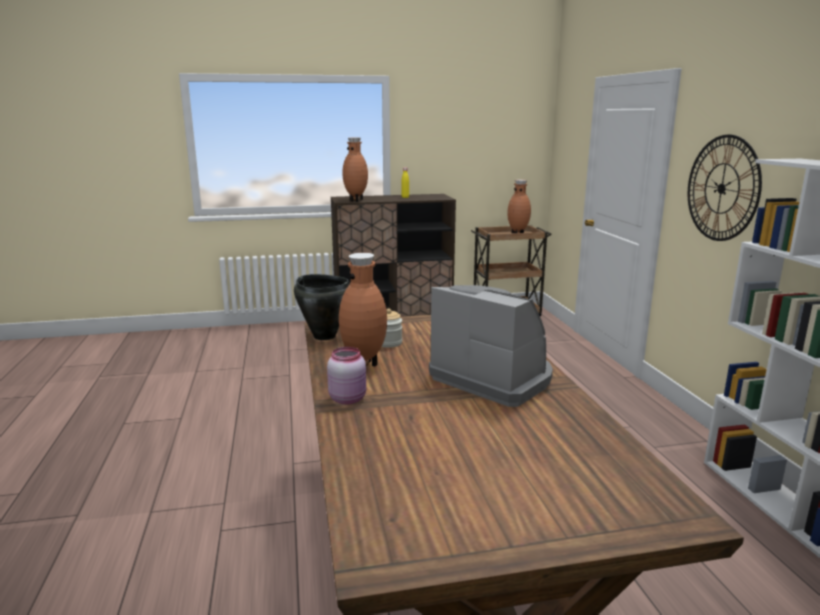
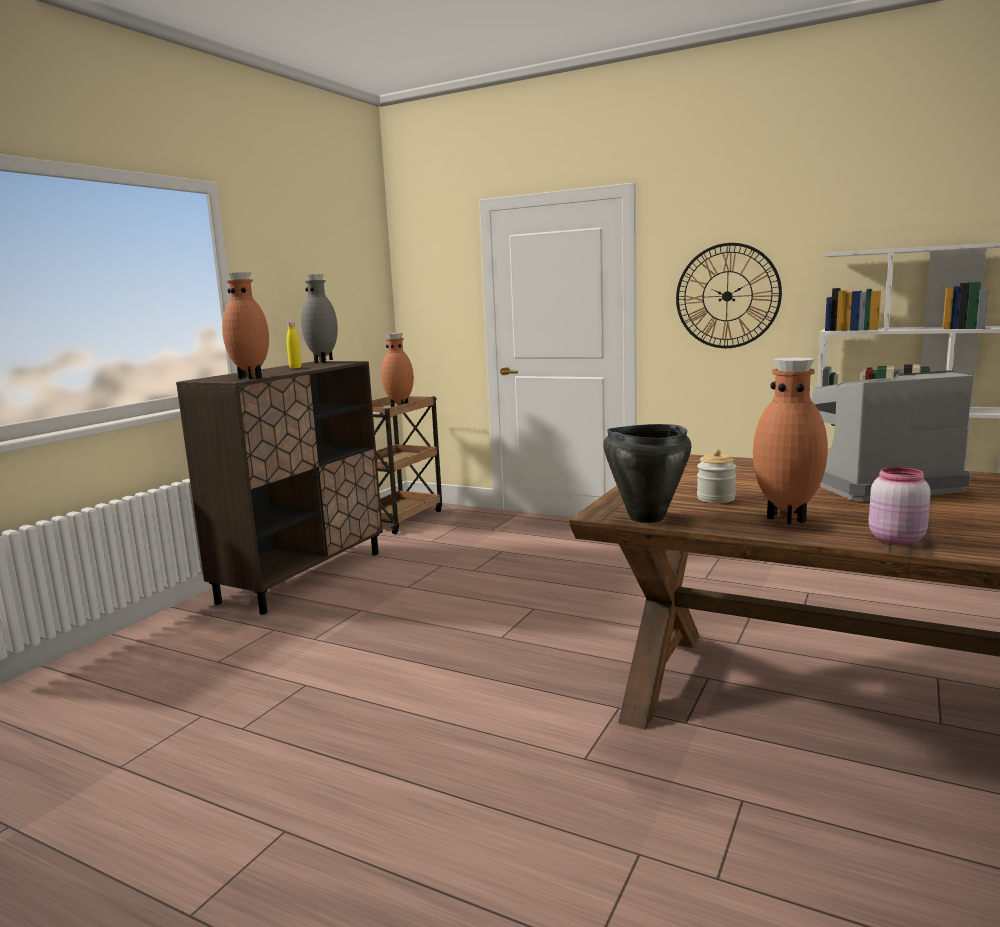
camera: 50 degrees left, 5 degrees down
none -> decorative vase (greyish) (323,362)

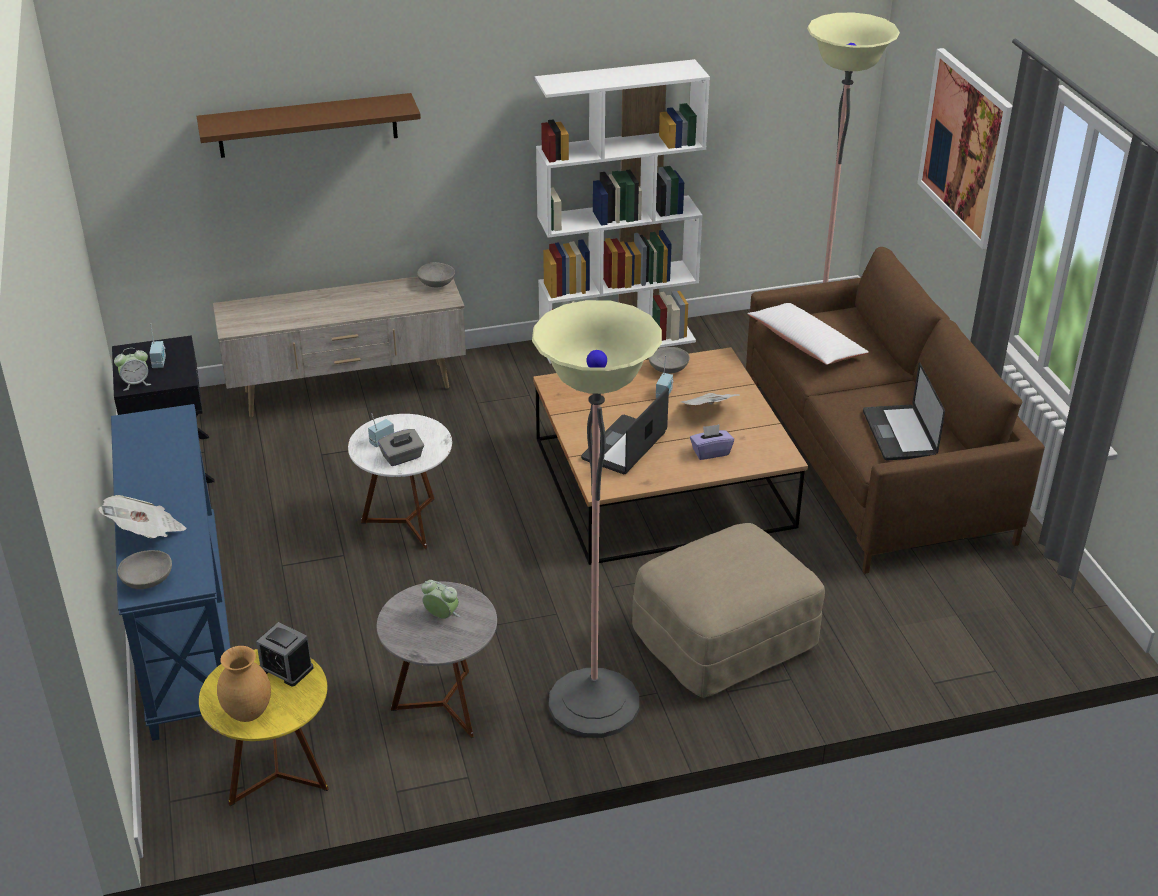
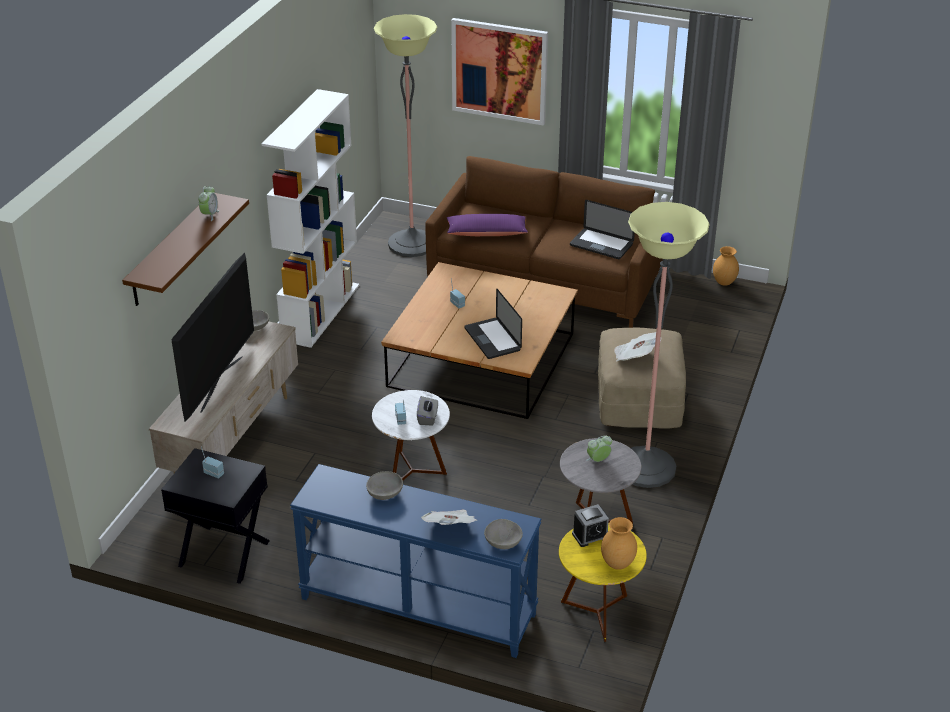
camera: 55 degrees left, 0 degrees up
none -> television (220,383)
bedside clock (136,383) -> bedside clock (209,215), relocated
serving bowl (greyish) (668,369) -> serving bowl (greyish) (385,493), relocated
throw pillow (whitish) (806,344) -> throw pillow (purplish) (486,233)
printed paper (709,412) -> printed paper (635,356), relocated
none -> decorative vase (brown) (724,283)
box of tissues (purplish) (710,452) -> none

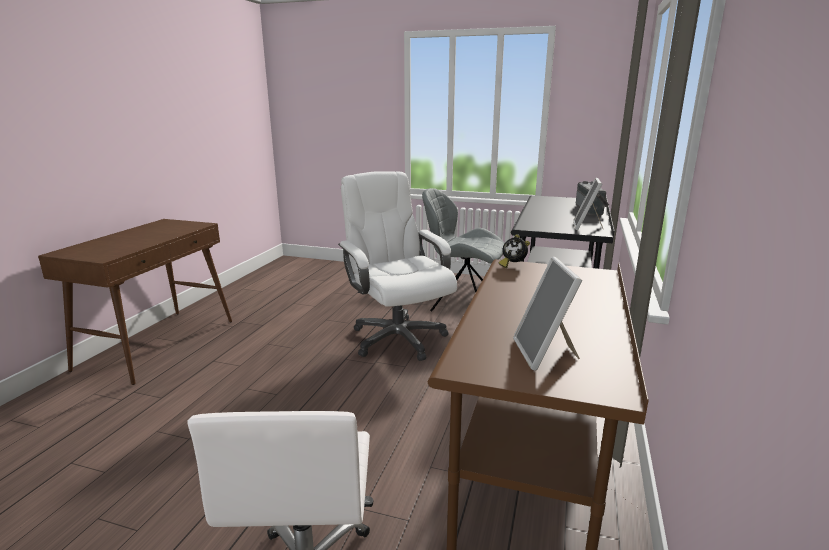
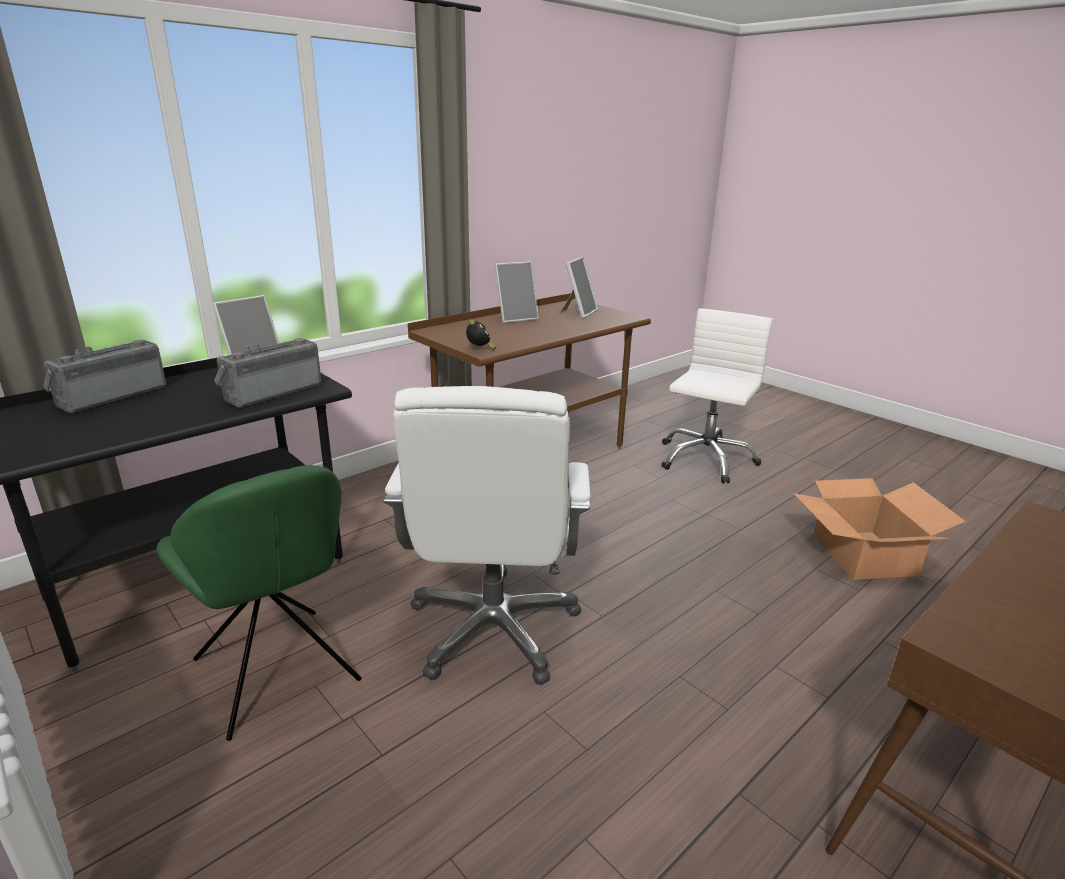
camera: 150 degrees left, 5 degrees up
upright chair (greyish) (462,305) -> upright chair (greenish) (278,674)
none -> radio set (272,392)
none -> standing frame (516,318)
none -> carton (862,555)

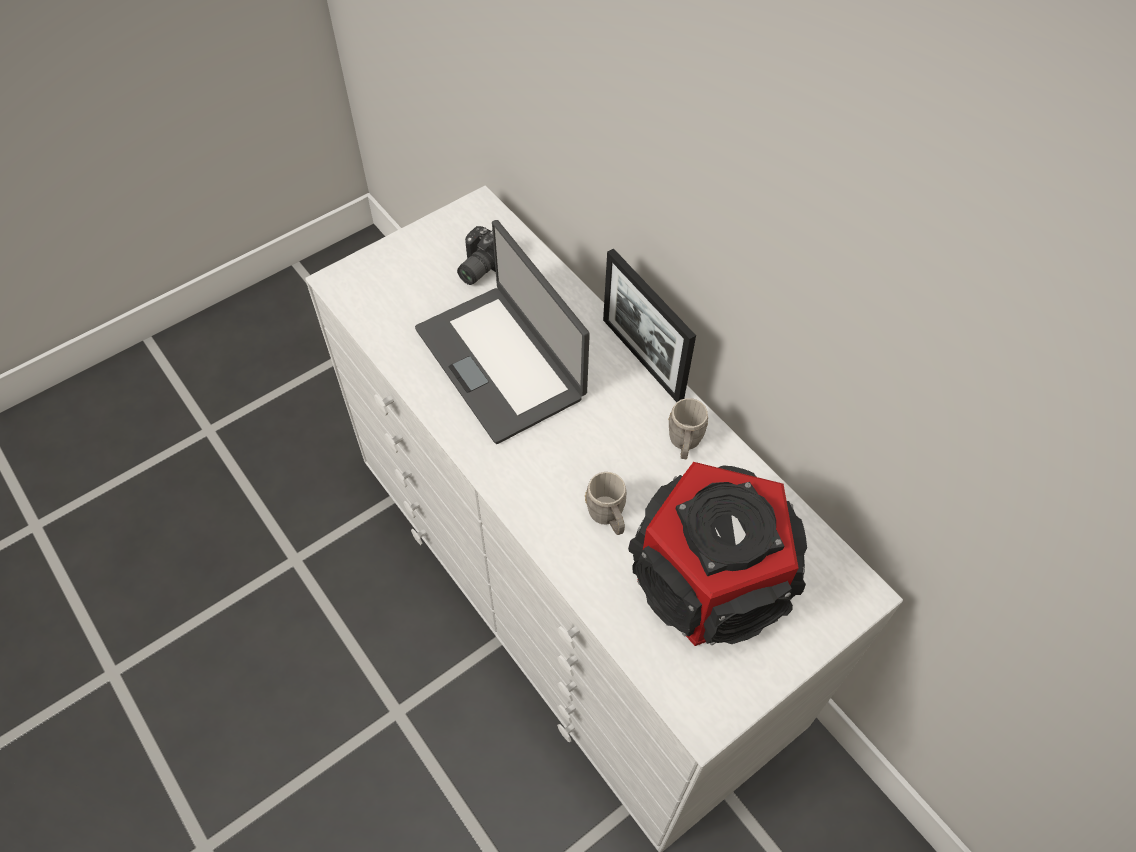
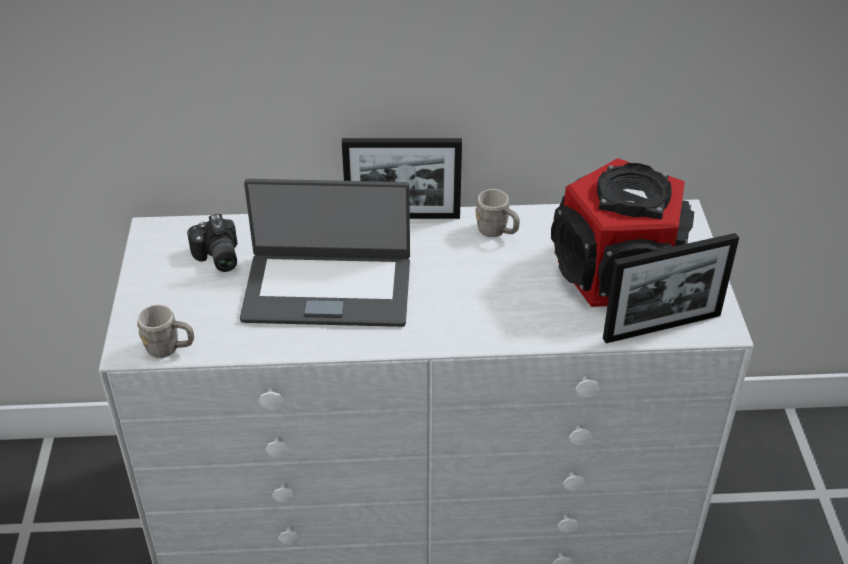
camera: 55 degrees left, 15 degrees down
mug (greyish) (608,517) -> mug (greyish) (169,348), relocated
none -> standing frame (662,327)

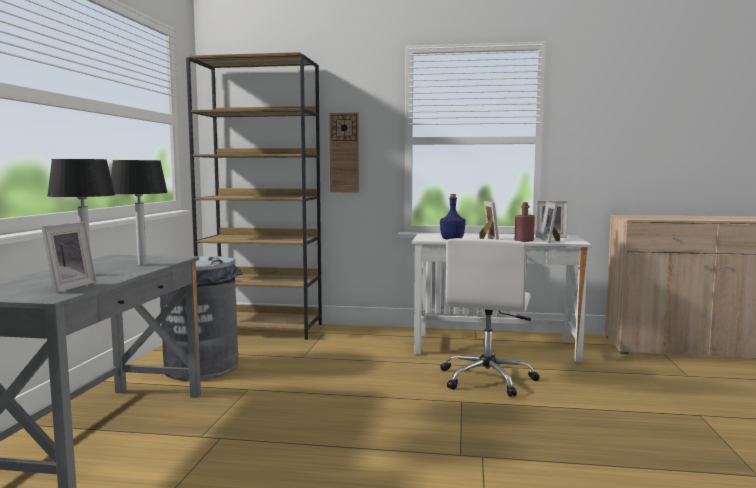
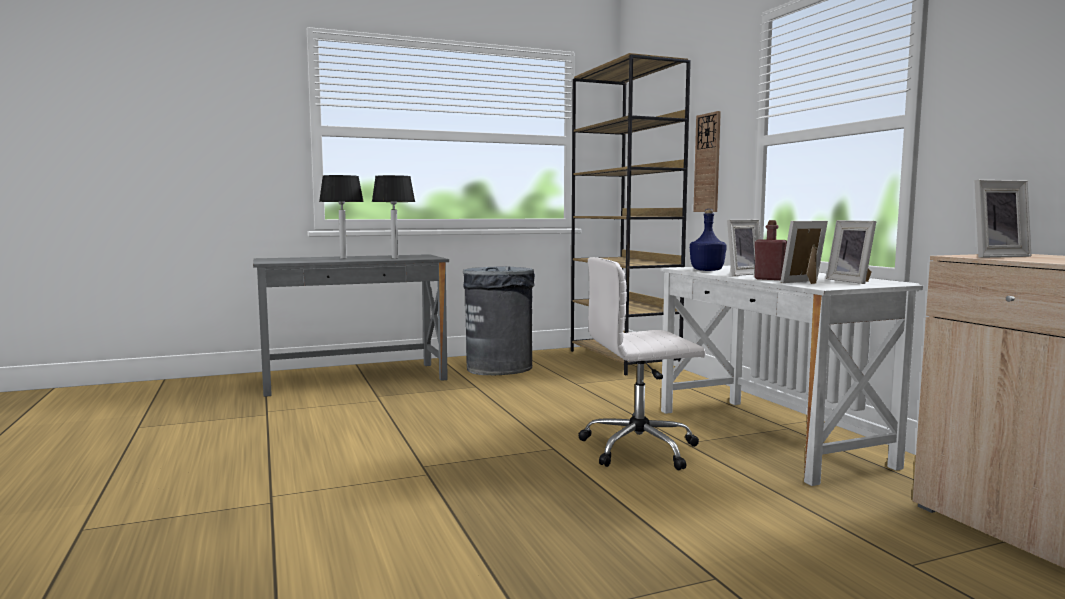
camera: 60 degrees right, 0 degrees up
standing frame (67,287) -> standing frame (994,256), relocated

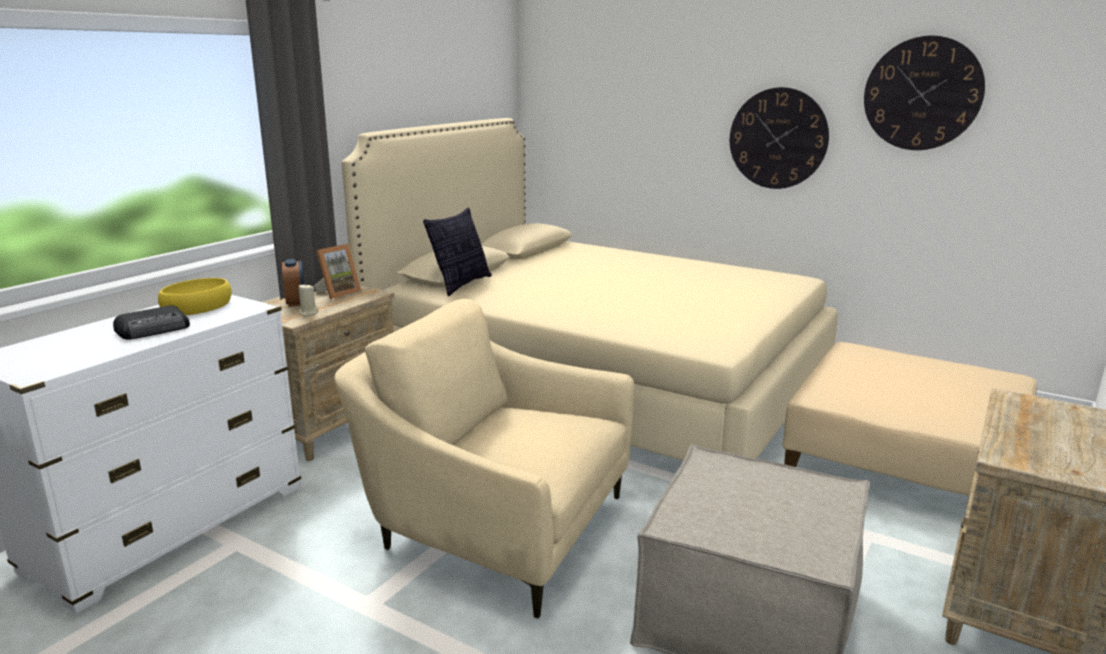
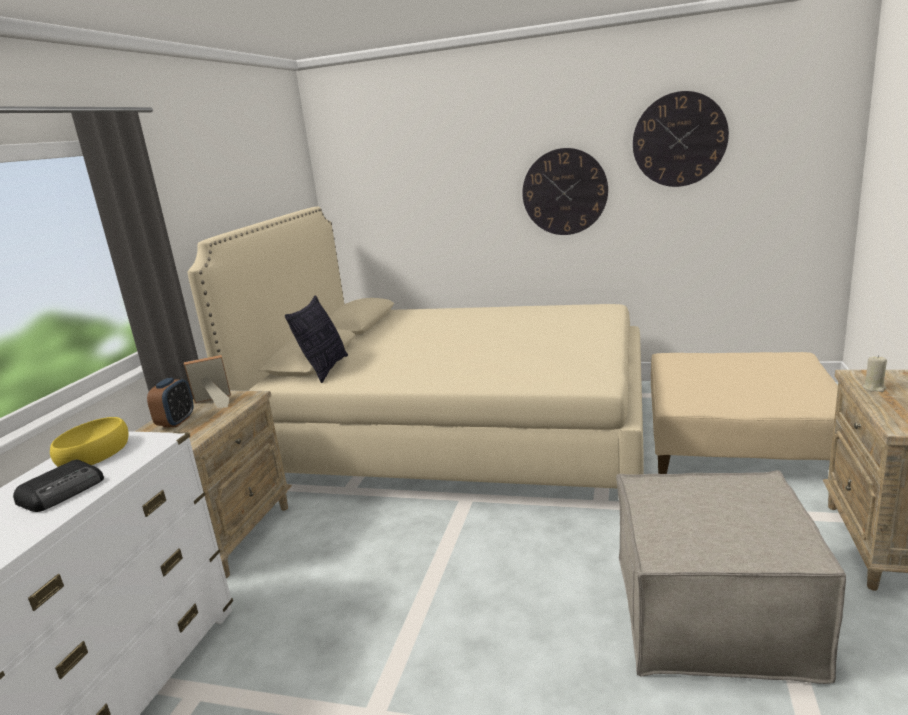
camera: 15 degrees left, 0 degrees up
bedside clock (296,302) -> bedside clock (176,422), 45 degrees clockwise
standing frame (338,293) -> standing frame (213,403), 135 degrees counterclockwise
wax candle (beige) (308,313) -> wax candle (beige) (874,388), relocated
easy chair (beige) (494,526) -> none

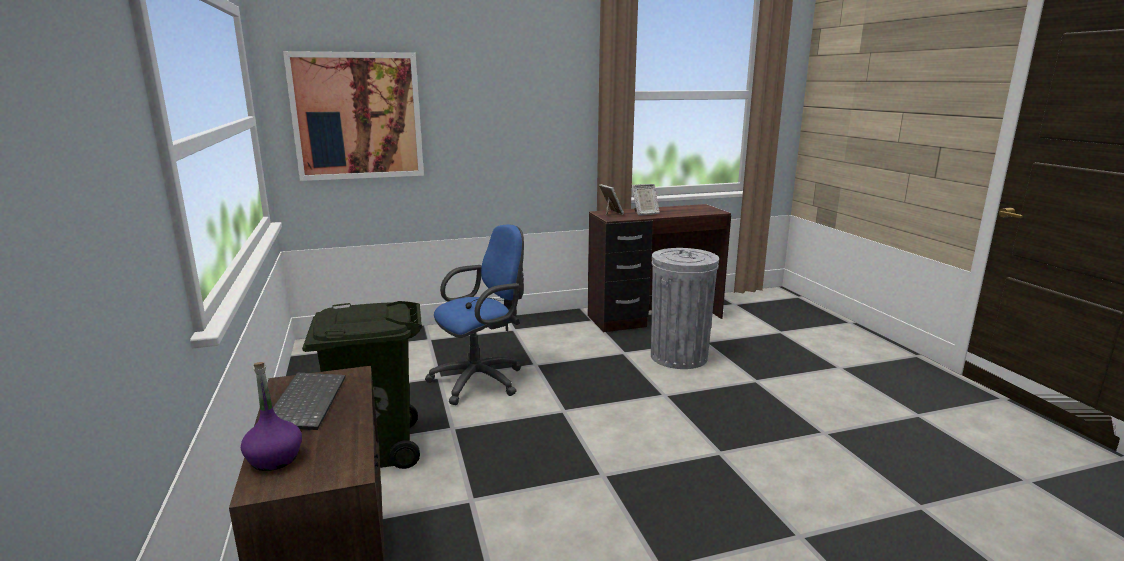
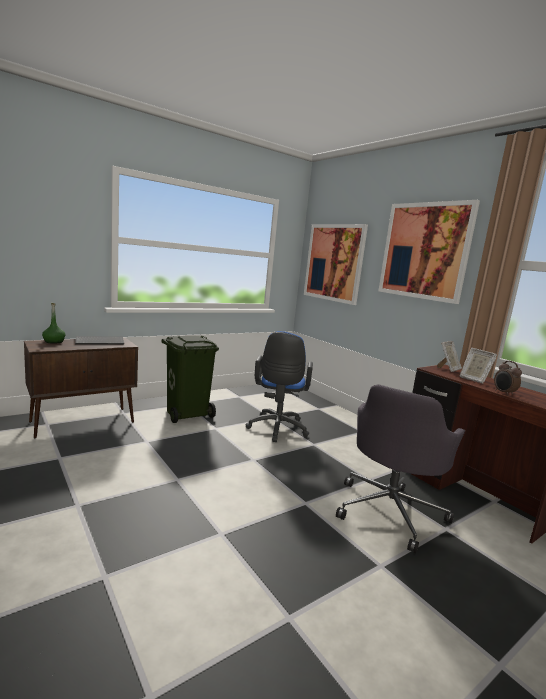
camera: 70 degrees right, 5 degrees down
beverage bottle (purplish) (274,459) -> beverage bottle (greenish) (54,341)
computer chair (blue) (482,380) -> computer chair (blue) (277,429), 60 degrees clockwise
waste bin (greyish) (678,356) -> computer chair (greyish) (390,510)
none -> picture (424,251)
none -> bedside clock (503,393)

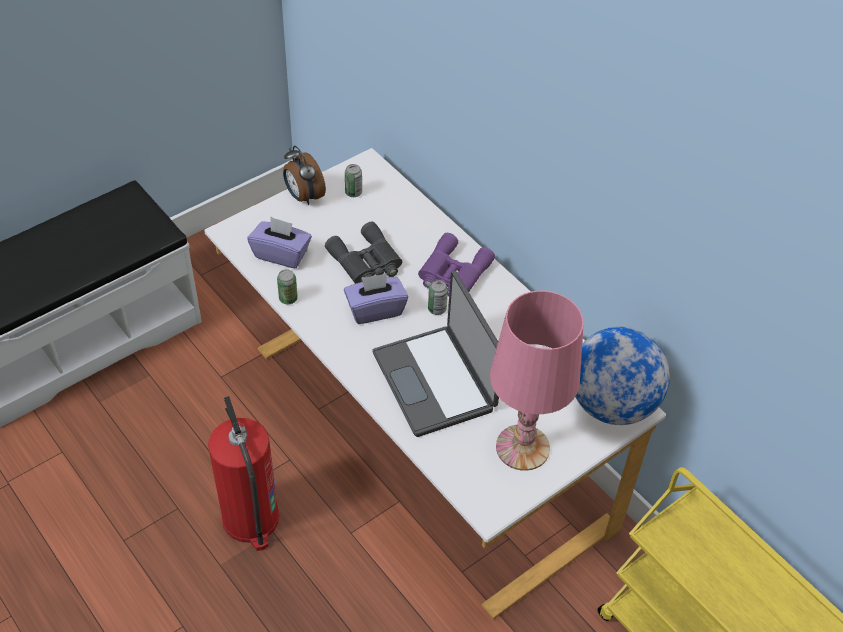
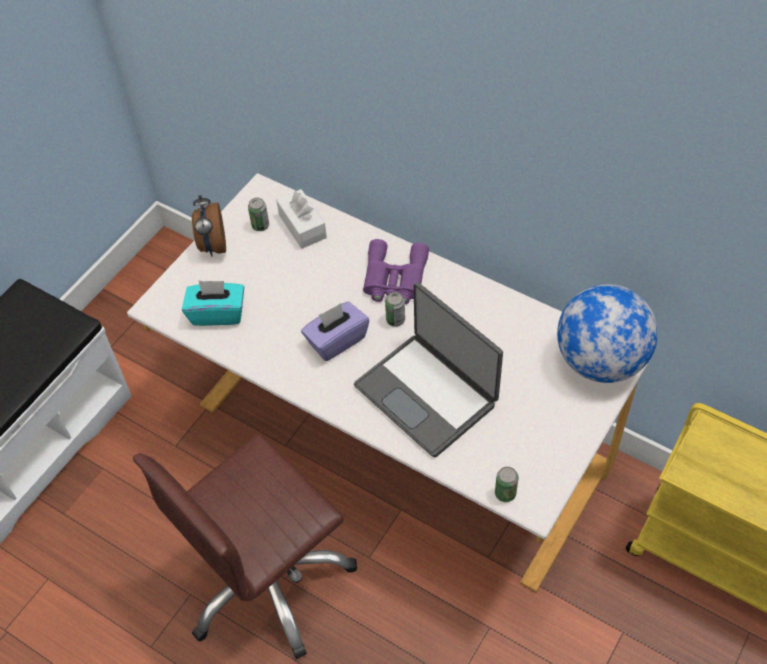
camera: 15 degrees left, 5 degrees up
extinguisher (251,519) -> computer chair (brown) (267,579)
box of tissues (purplish) (281,254) -> box of tissues (blue-green) (217,313)
bedside clock (303,196) -> bedside clock (212,245), 45 degrees clockwise
none -> box of tissues (whitish) (302,226)
metal can (288,298) -> metal can (505,493), relocated
field glasses (greyish) (366,262) -> none
tabletop lamp (pink-coloured) (522,447) -> none

